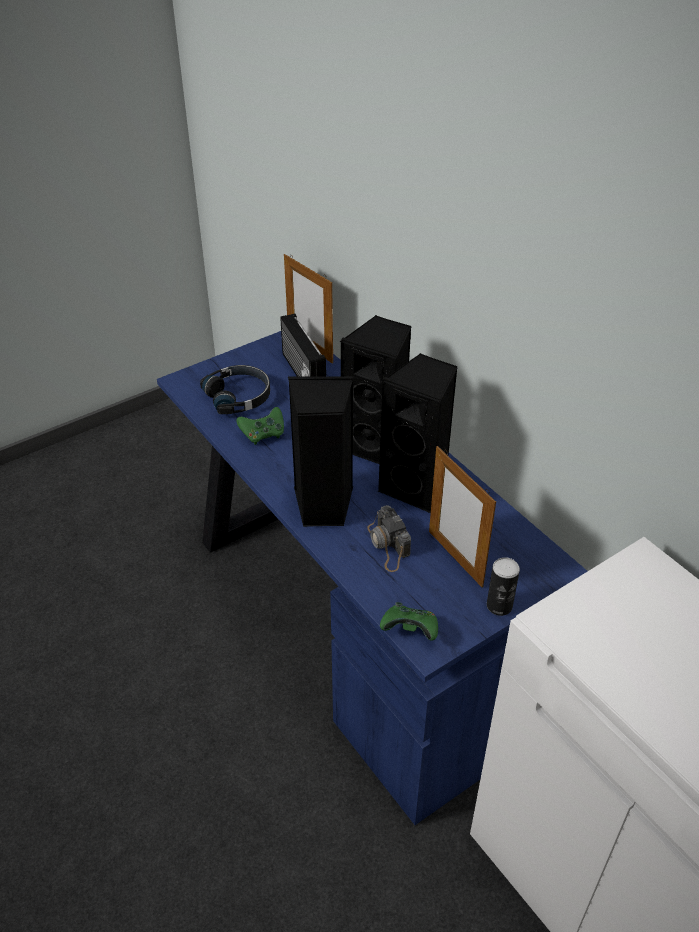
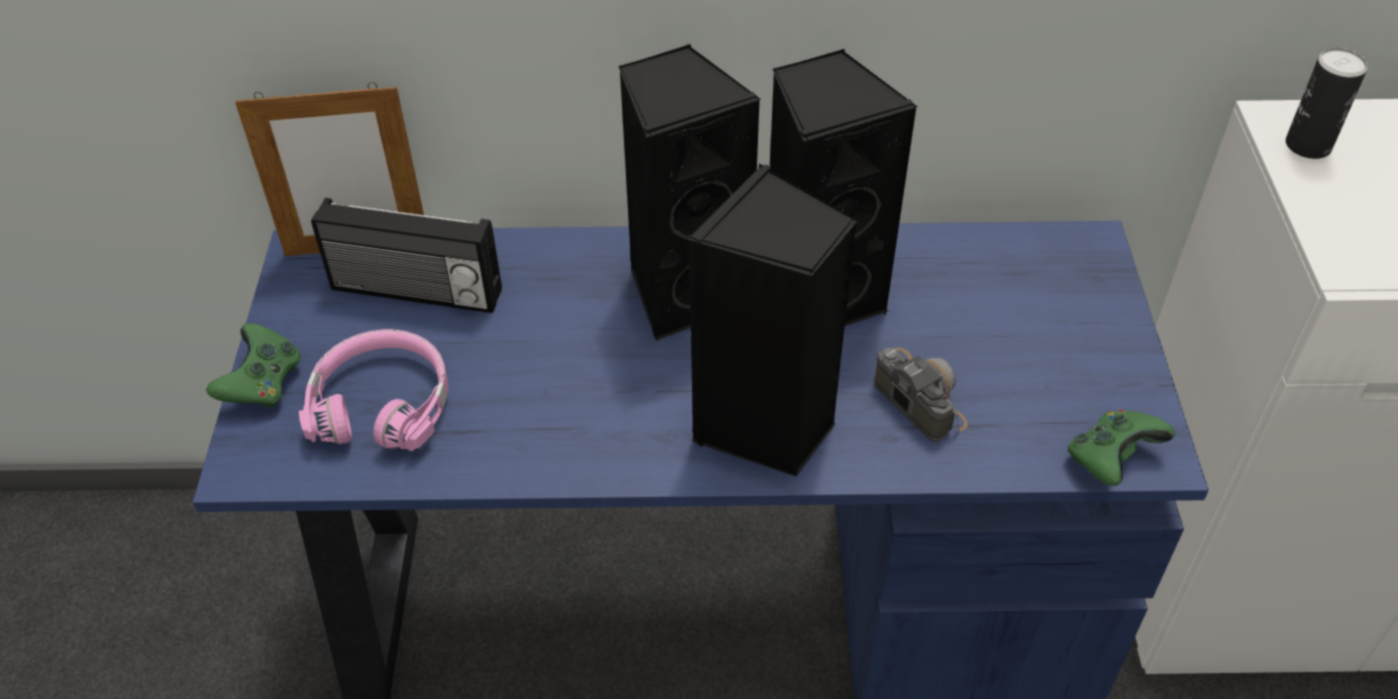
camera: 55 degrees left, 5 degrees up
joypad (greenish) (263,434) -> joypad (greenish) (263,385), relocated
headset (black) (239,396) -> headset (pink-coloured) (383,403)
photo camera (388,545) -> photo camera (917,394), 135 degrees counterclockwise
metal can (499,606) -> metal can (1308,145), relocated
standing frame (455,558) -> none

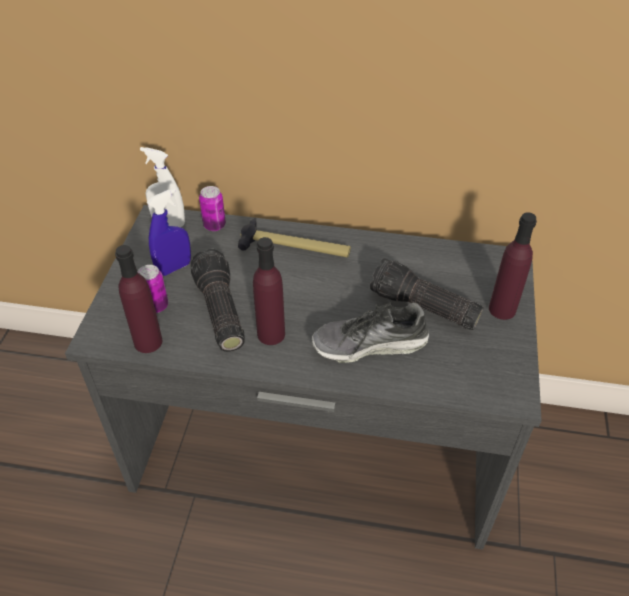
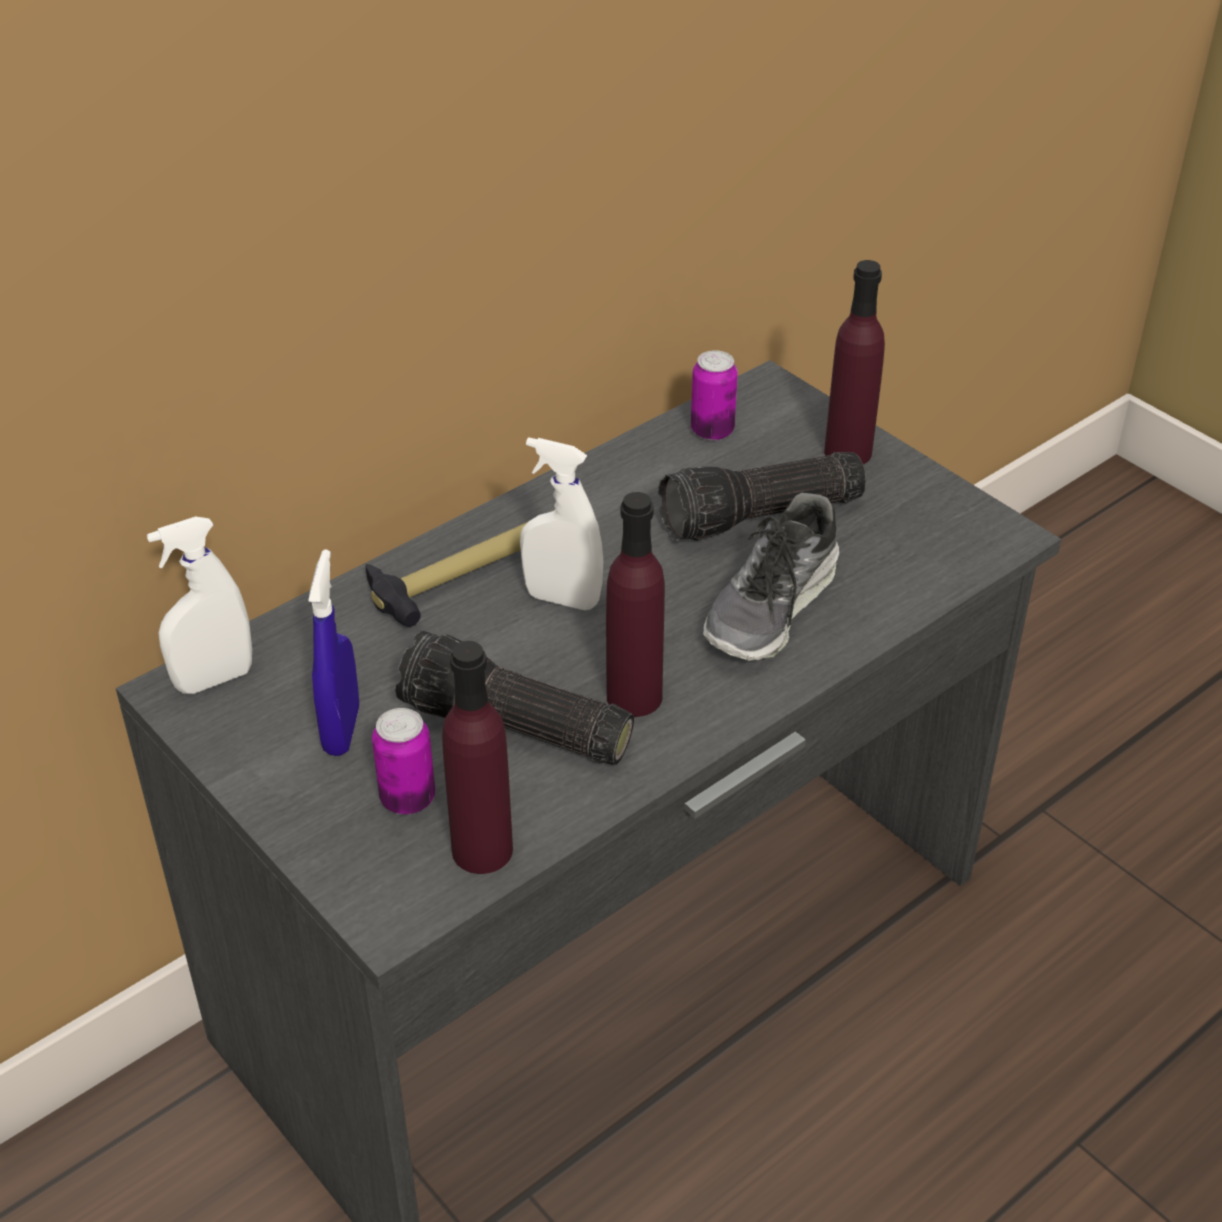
camera: 50 degrees left, 5 degrees down
none -> spray bottle (whitish) (562,599)
metal can (214,225) -> metal can (712,431), relocated

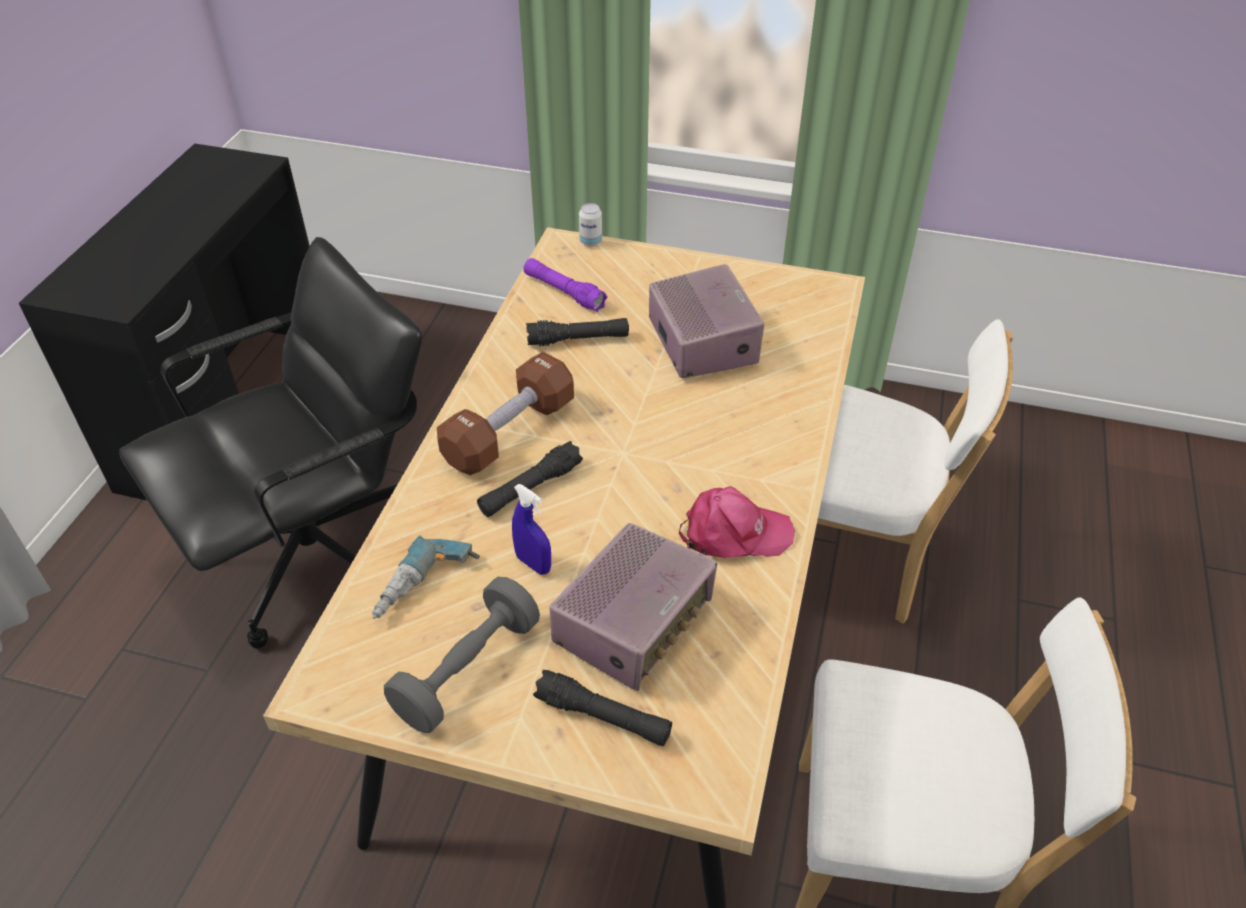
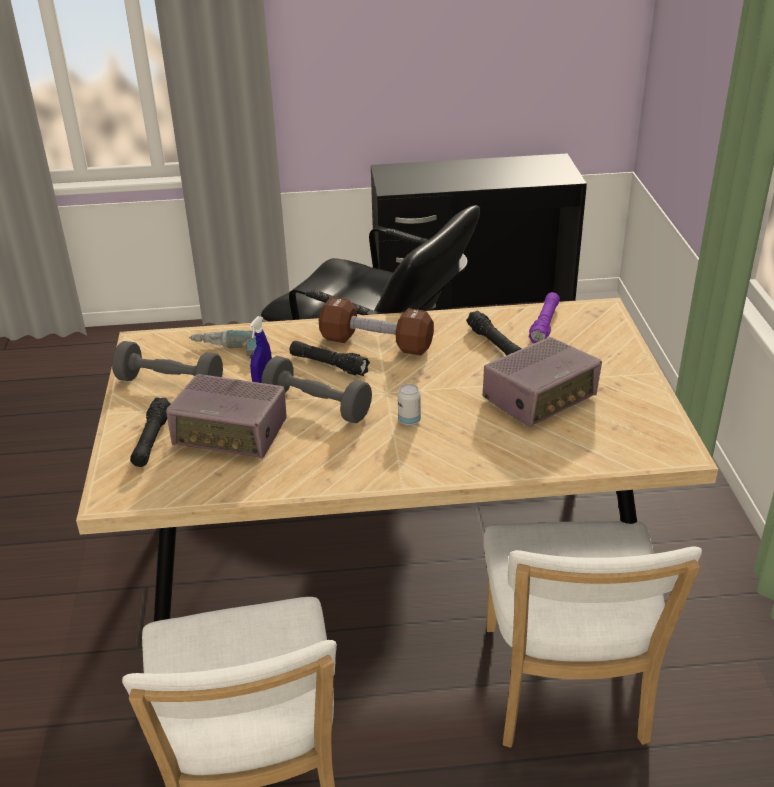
camera: 70 degrees right, 10 degrees down
none -> hand weight (greyish) (317,405)
metal can (591,242) -> metal can (409,421), relocated
peaked cap (pink-coloured) (733,533) -> none

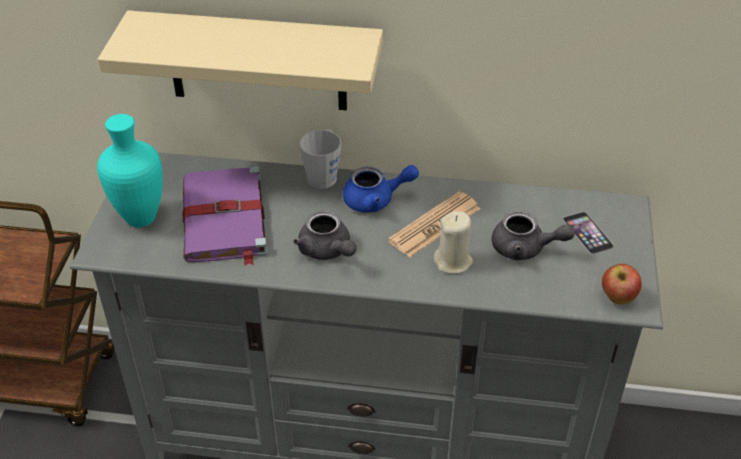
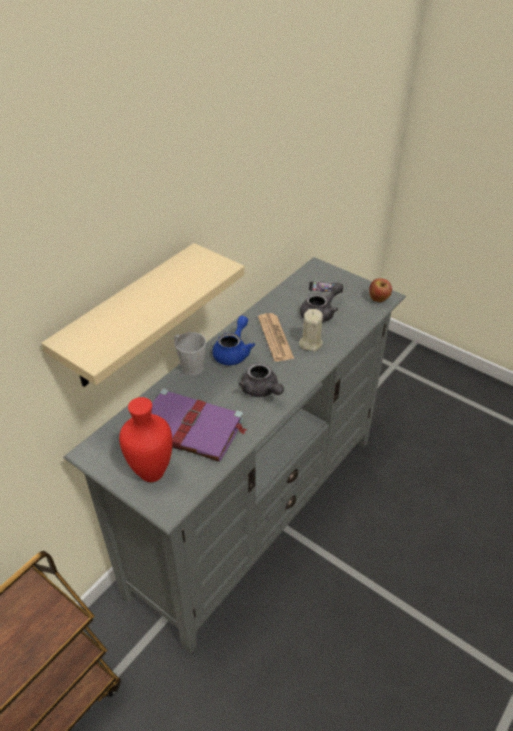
camera: 60 degrees left, 0 degrees up
decorative vase (blue-green) (139,219) -> decorative vase (red-coloured) (151,475)
pot for tea (greyish) (327,251) -> pot for tea (greyish) (261,390), 60 degrees clockwise

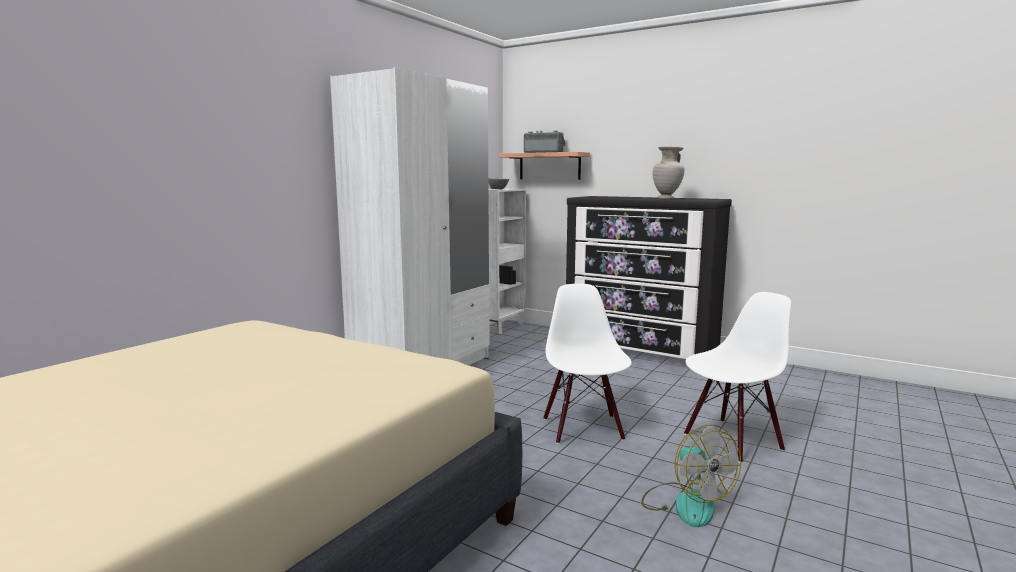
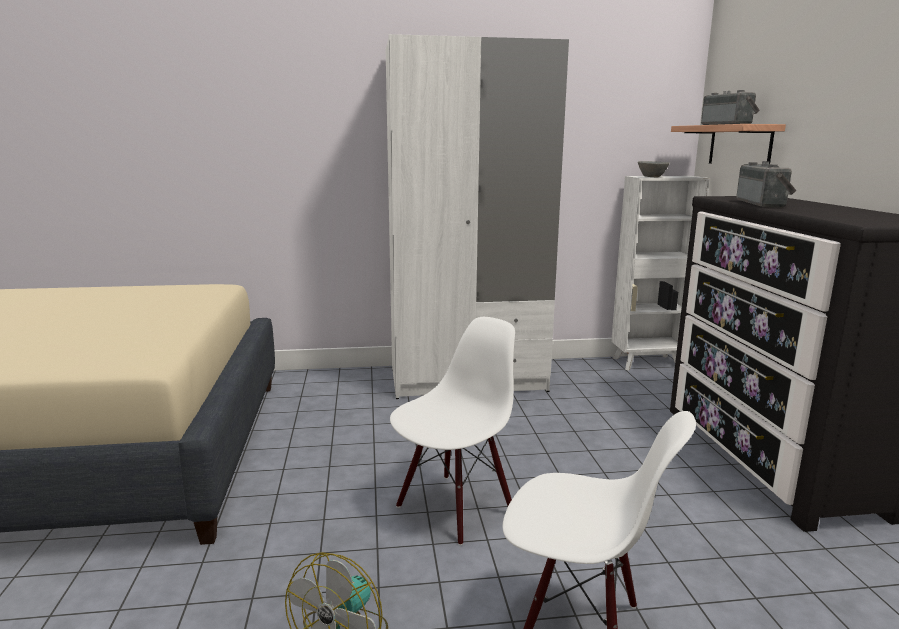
camera: 50 degrees right, 5 degrees up
none -> radio set (764,204)
decorative vase (beige) (667,199) -> none

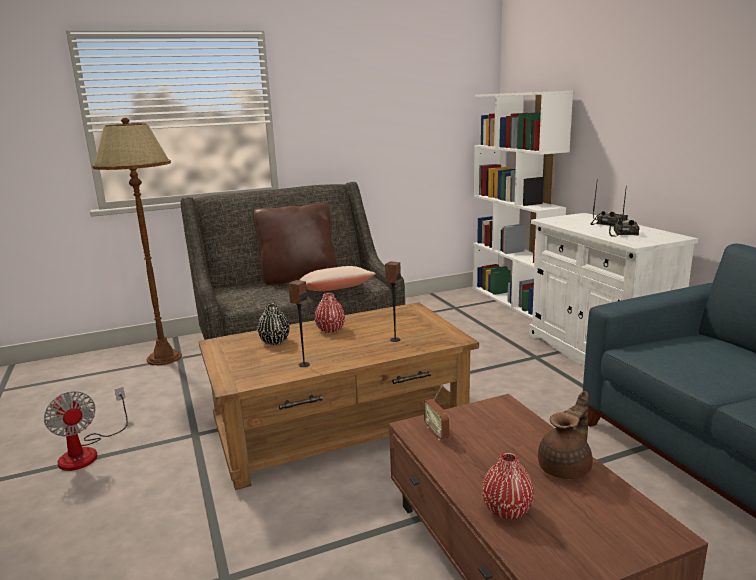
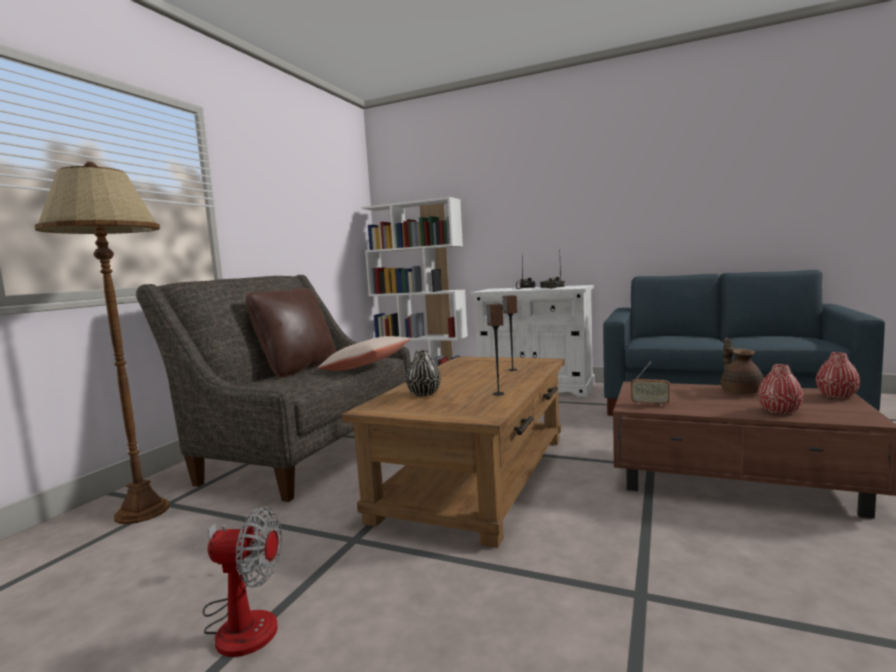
camera: 45 degrees left, 10 degrees down
decorative vase (red-coloured) (330,329) -> decorative vase (red-coloured) (836,396), relocated

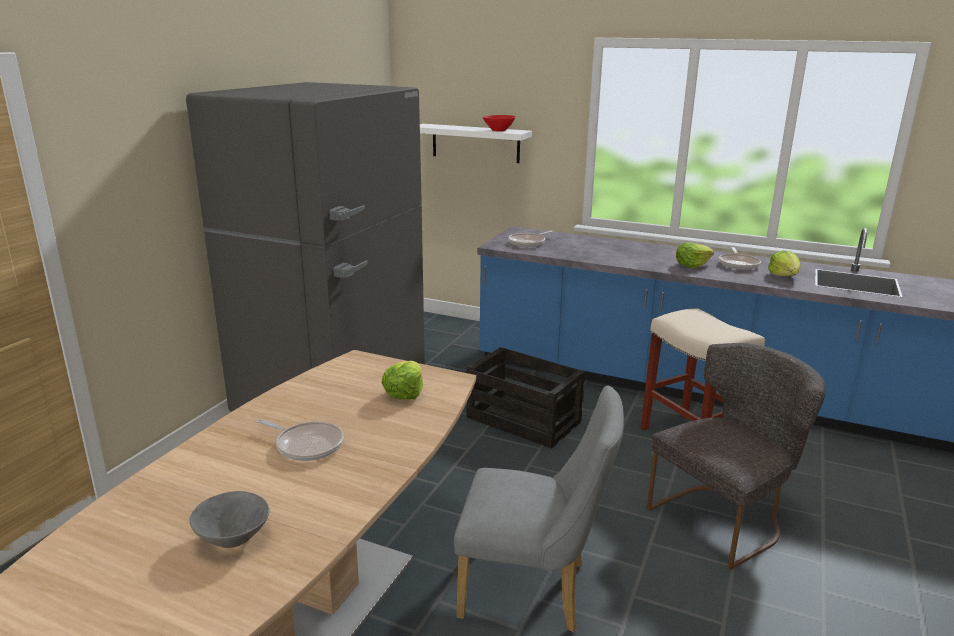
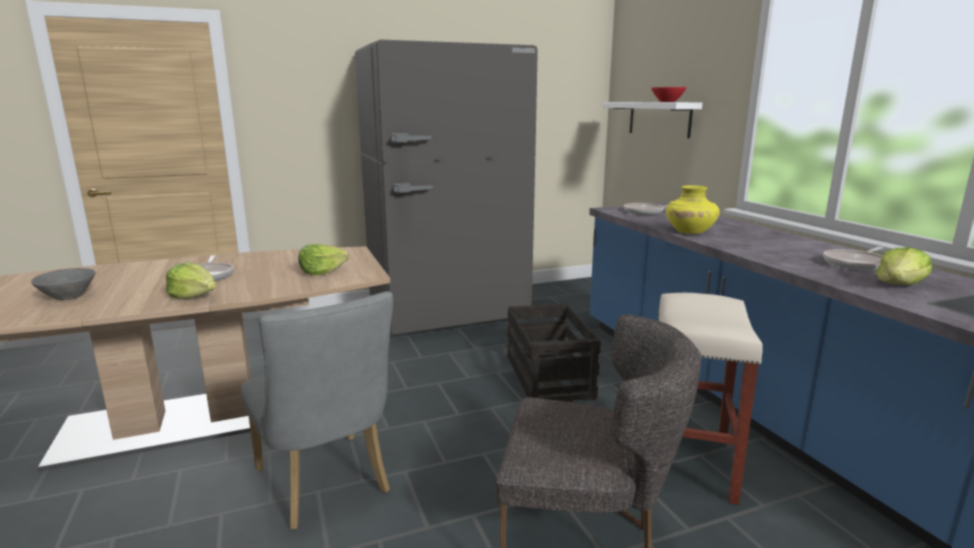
camera: 45 degrees right, 5 degrees down
lettuce (691,265) -> lettuce (194,296), relocated
none -> decorative vase (yellow-coloured) (689,232)

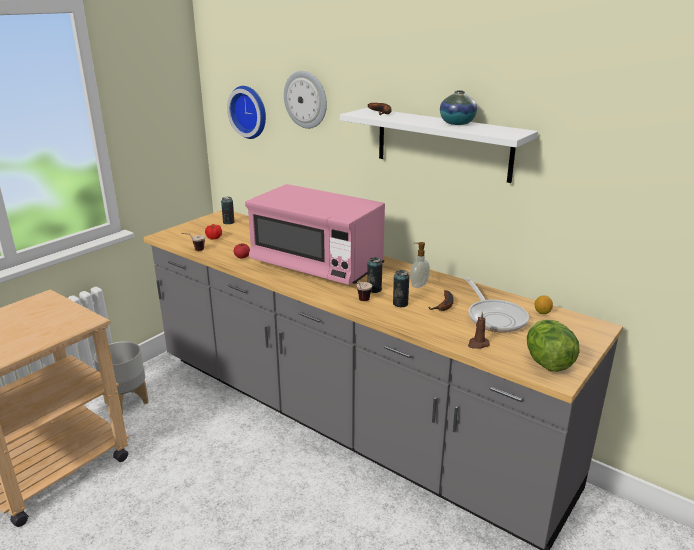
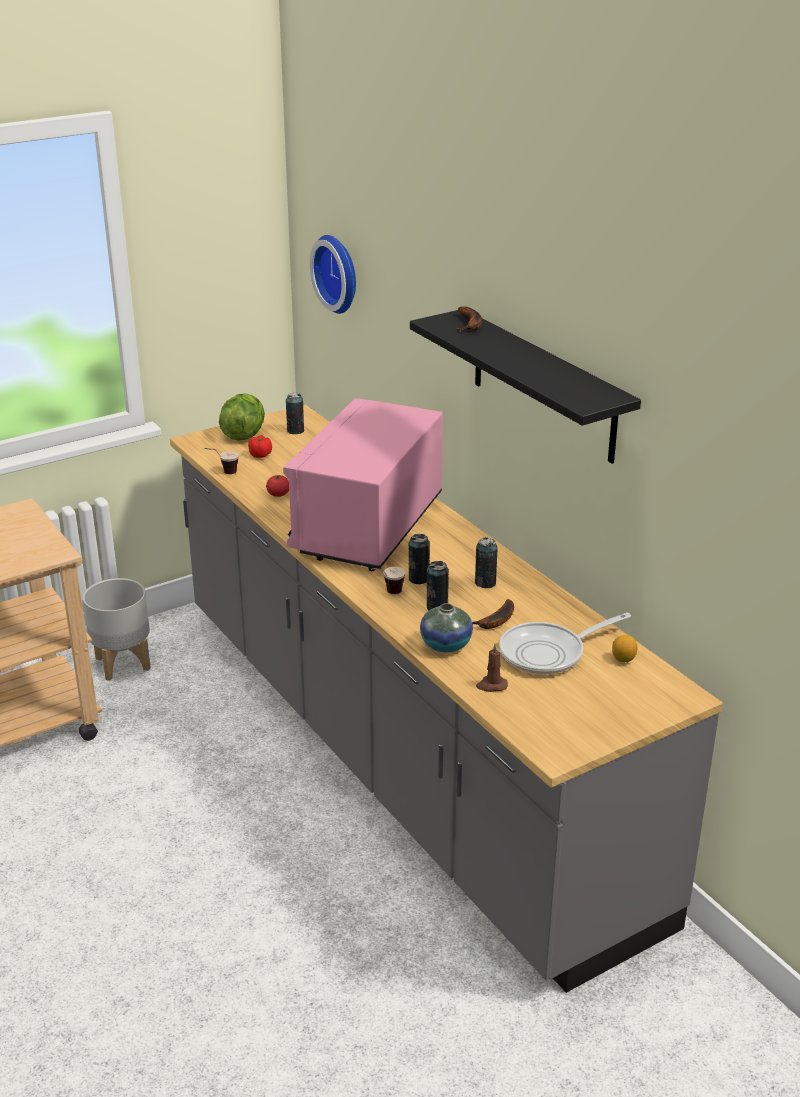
camera: 20 degrees right, 5 degrees up
lettuce (547,363) -> lettuce (243,435), relocated
kitchen microwave (pink-coloured) (316,266) -> kitchen microwave (pink-coloured) (368,527), 60 degrees clockwise
bracket shelf (whitish) (443,144) -> bracket shelf (black) (543,386)
decorative vase (457,123) -> decorative vase (446,645), relocated
soap bottle (418,285) -> metal can (485,583)
pan (494,317) -> pan (548,653), 60 degrees clockwise
clock on the wall (306,99) -> none

